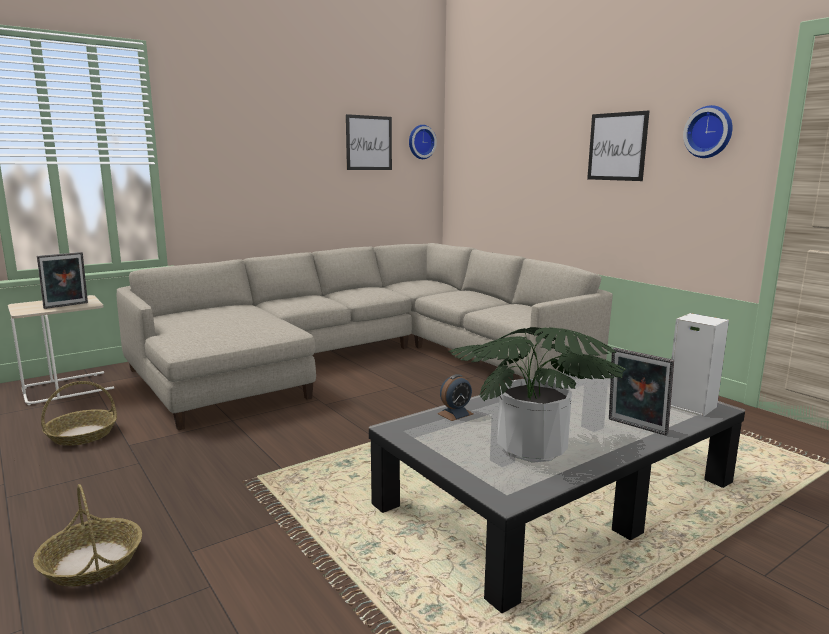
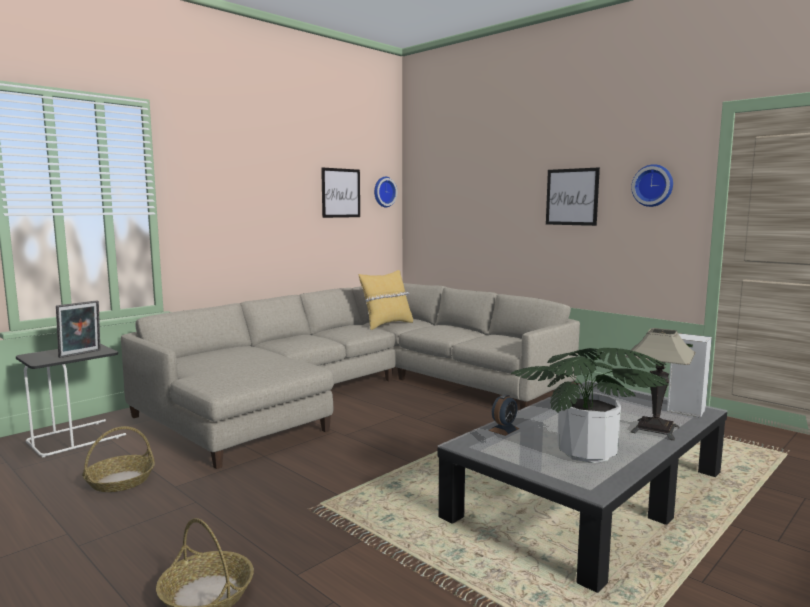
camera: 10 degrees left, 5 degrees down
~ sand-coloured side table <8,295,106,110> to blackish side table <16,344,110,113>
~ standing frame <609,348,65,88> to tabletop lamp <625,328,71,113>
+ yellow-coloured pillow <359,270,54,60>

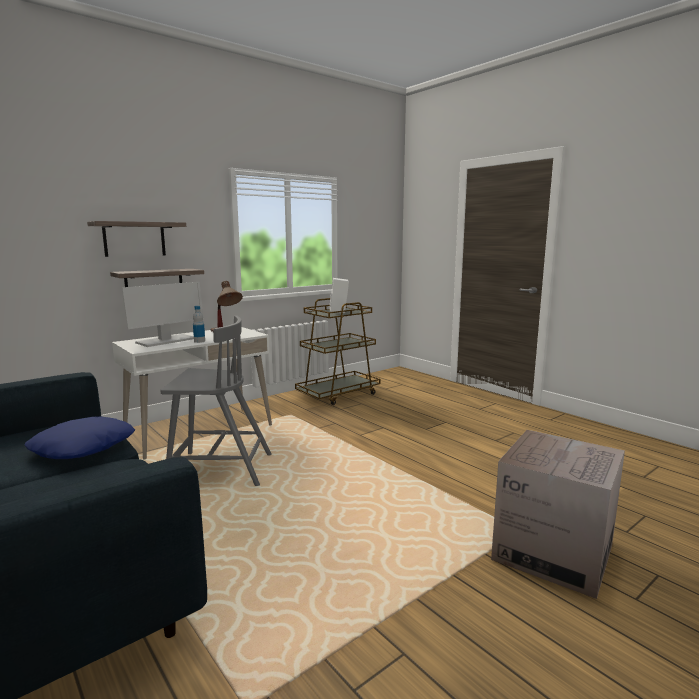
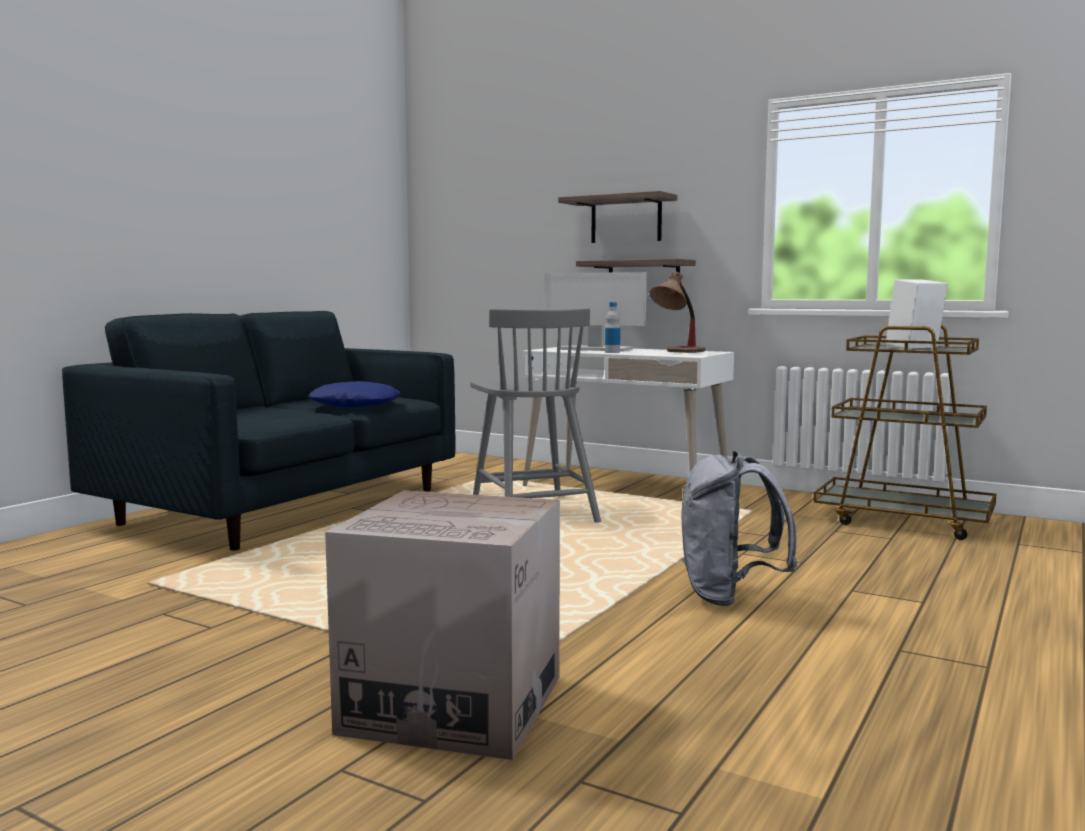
camera: 70 degrees right, 5 degrees down
+ gray rucksack <681,451,117,155>

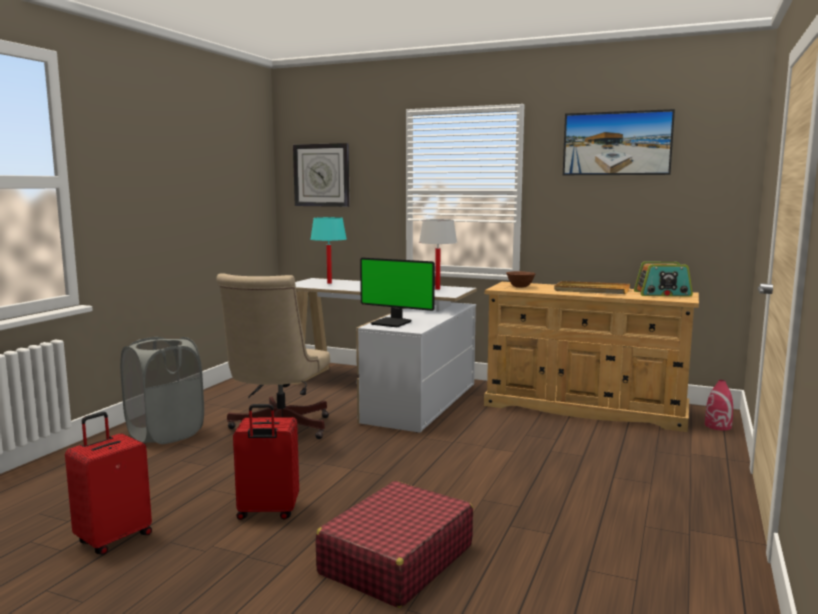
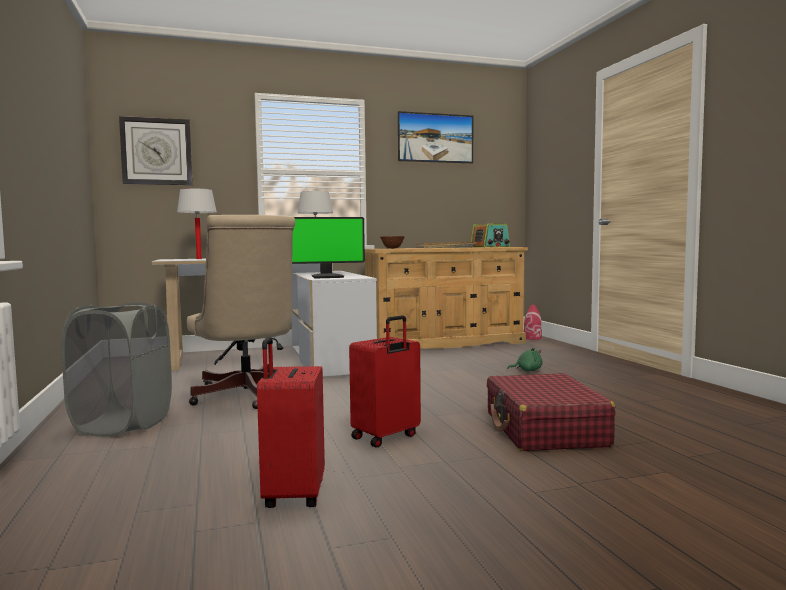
camera: 40 degrees left, 5 degrees down
~ turquoise tabletop lamp <310,217,37,67> to white tabletop lamp <177,188,40,71>
+ greenish plush toy <507,348,36,23>

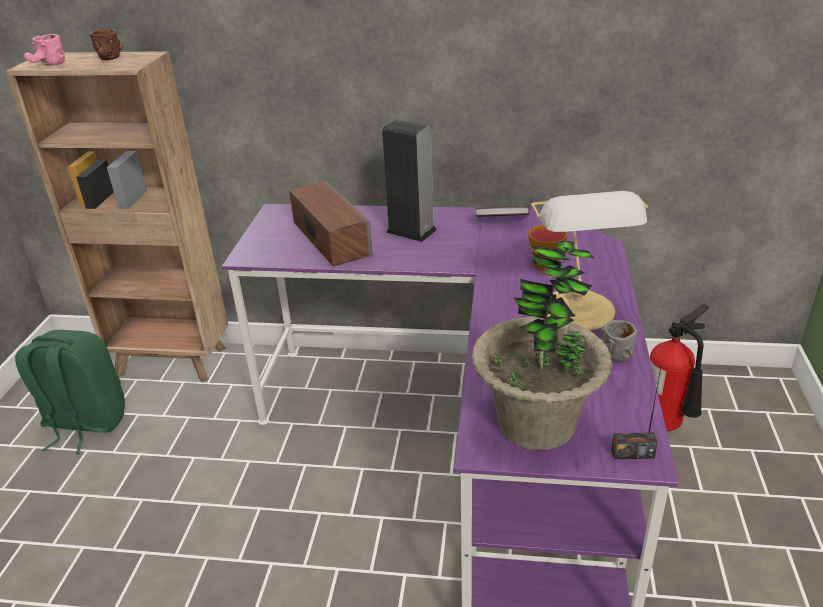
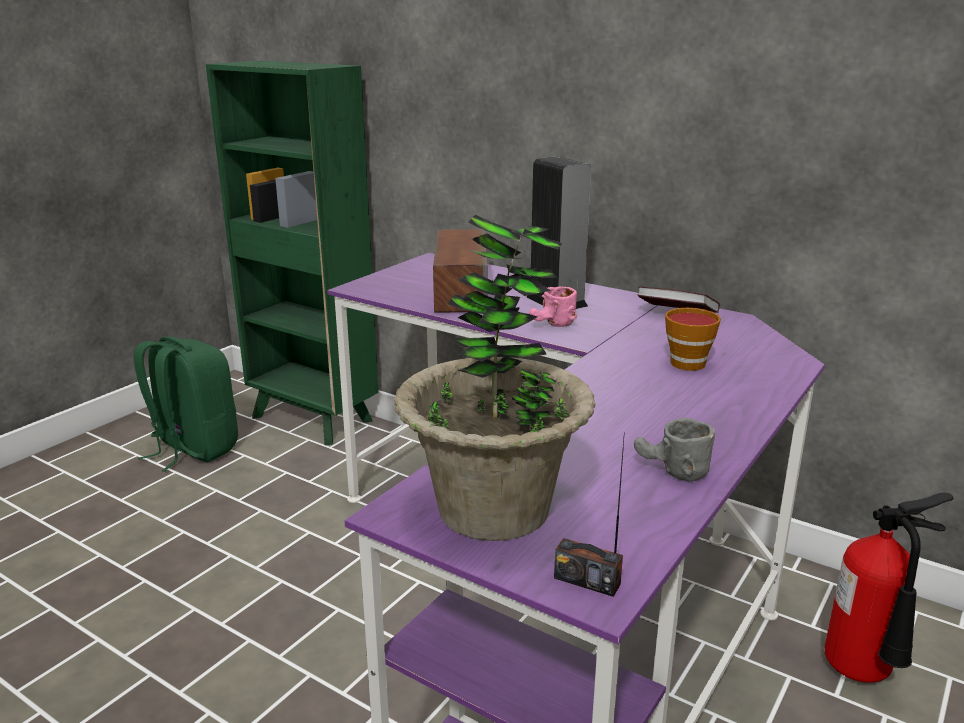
camera: 25 degrees right, 10 degrees down
- brownish coffee mug <89,29,34,31>
~ pink-coloured coffee mug <24,34,41,32> to <529,286,48,41>
~ brownish bookshelf <6,51,222,332> to greenish bookshelf <206,61,173,384>
- tabletop lamp <531,191,117,140>

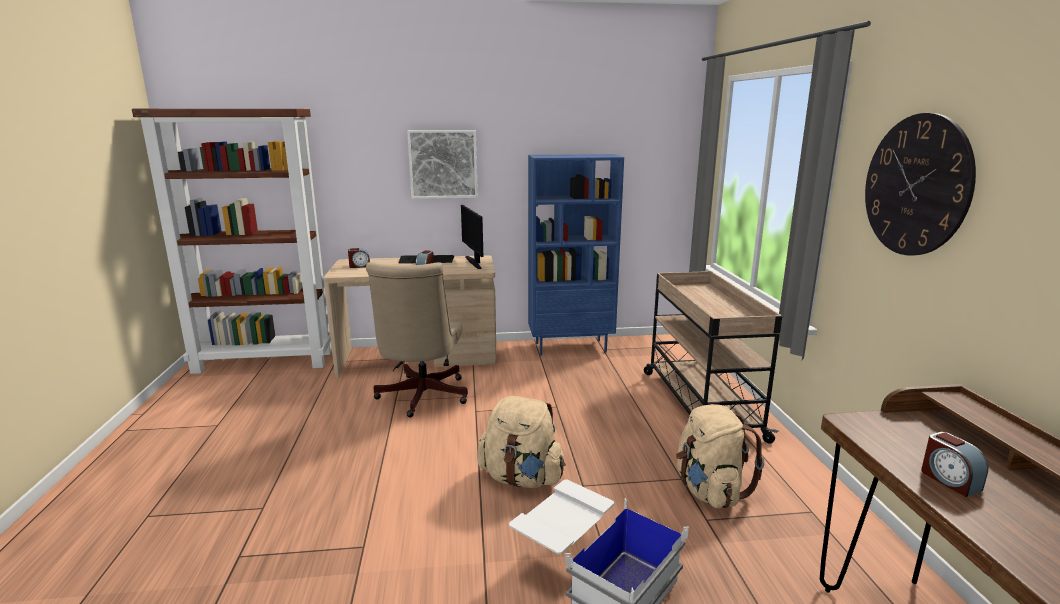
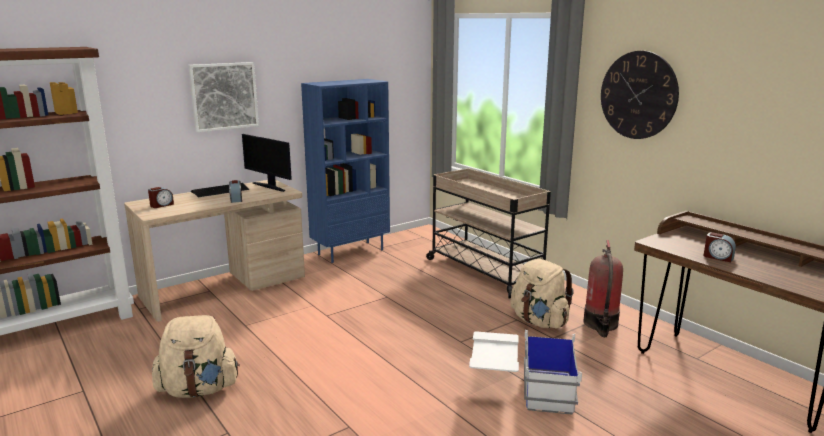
camera: 30 degrees left, 0 degrees up
- sand-coloured computer chair <366,262,102,155>
~ sand-coloured rucksack <478,396,88,92> to <152,315,88,83>
+ fire-fighting cylinder <584,240,39,97>

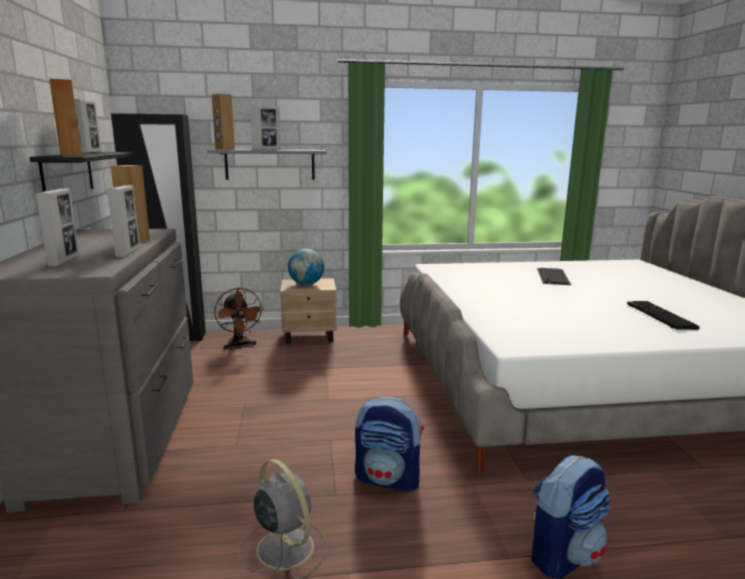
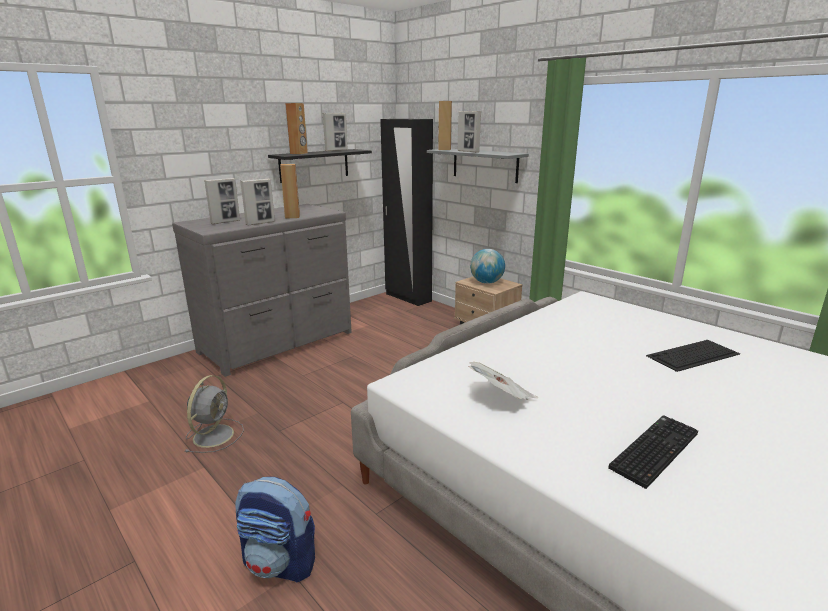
camera: 55 degrees right, 5 degrees up
- brownish fan <214,287,49,62>
- rucksack <355,396,69,96>
+ newspaper <468,362,70,38>

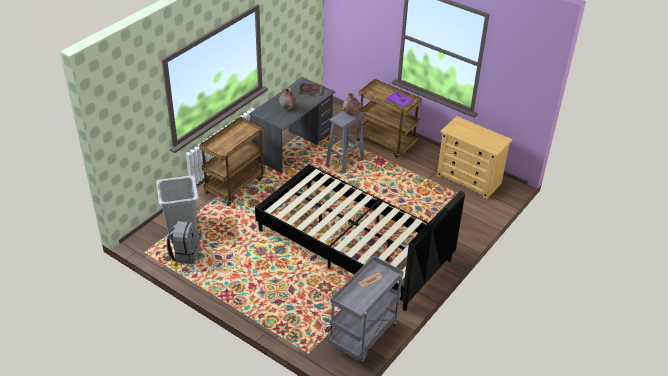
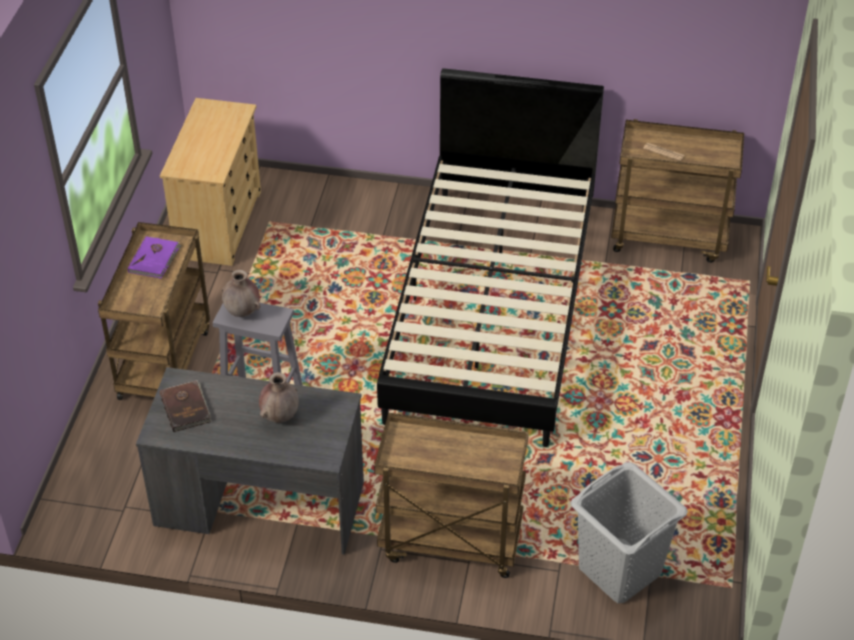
camera: 115 degrees left, 5 degrees up
- gray rucksack <167,221,33,43>
~ gray trolley <329,256,75,107> to brownish trolley <611,119,133,144>

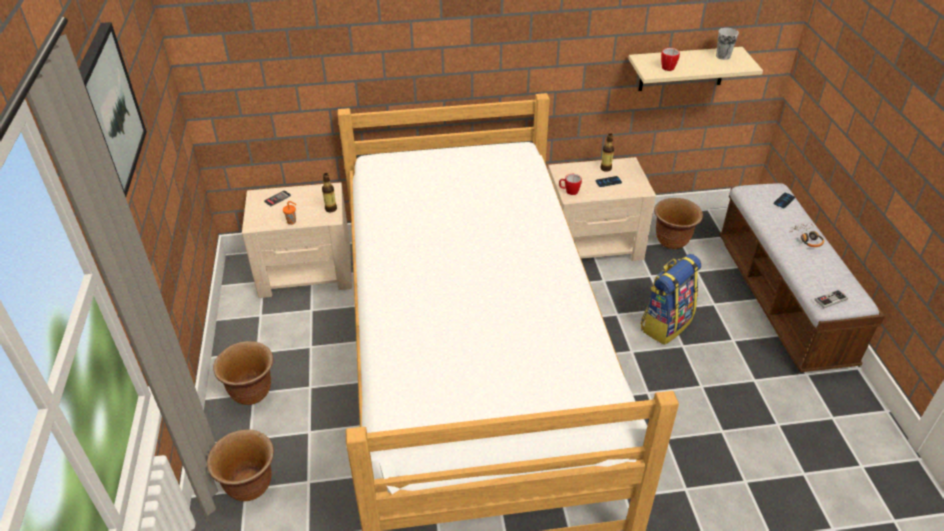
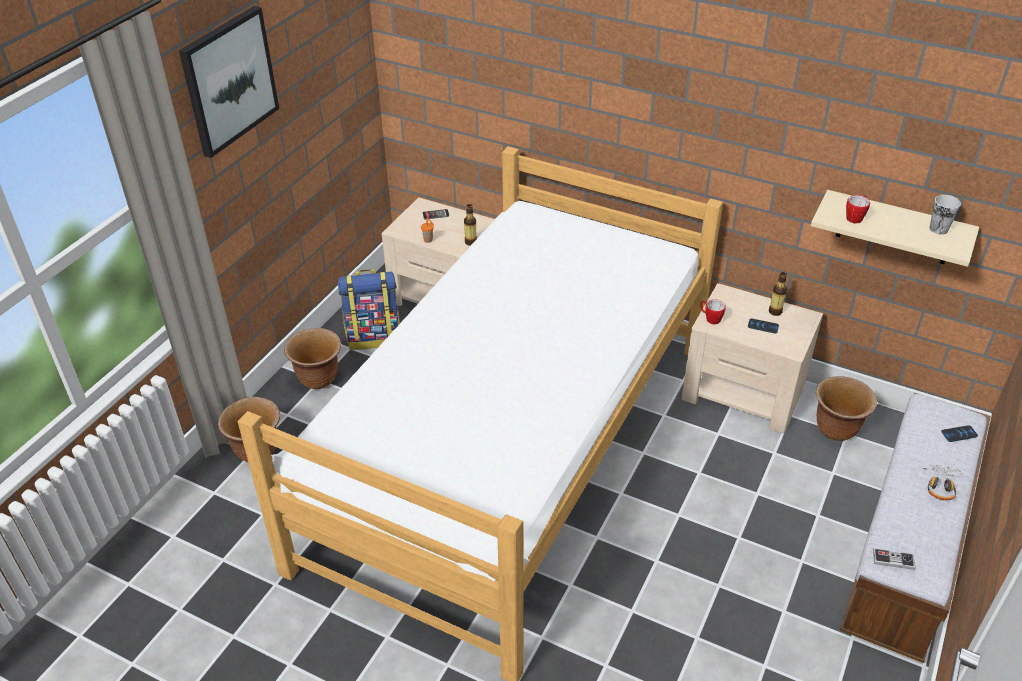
camera: 35 degrees right, 0 degrees up
~ rucksack <641,254,60,91> to <338,269,62,81>

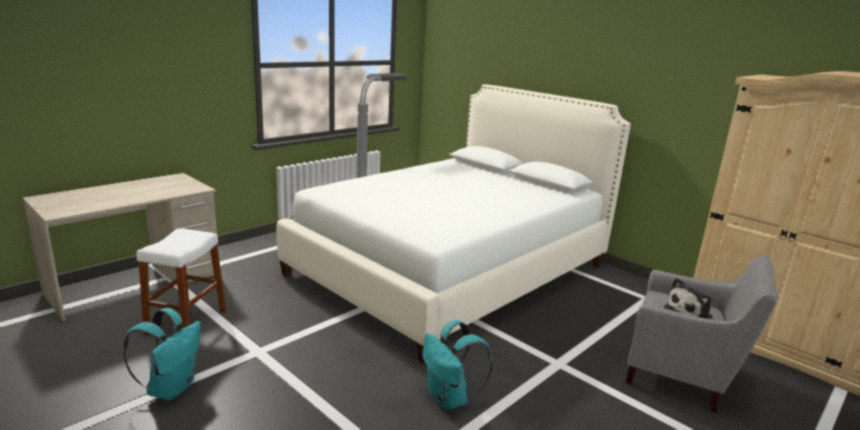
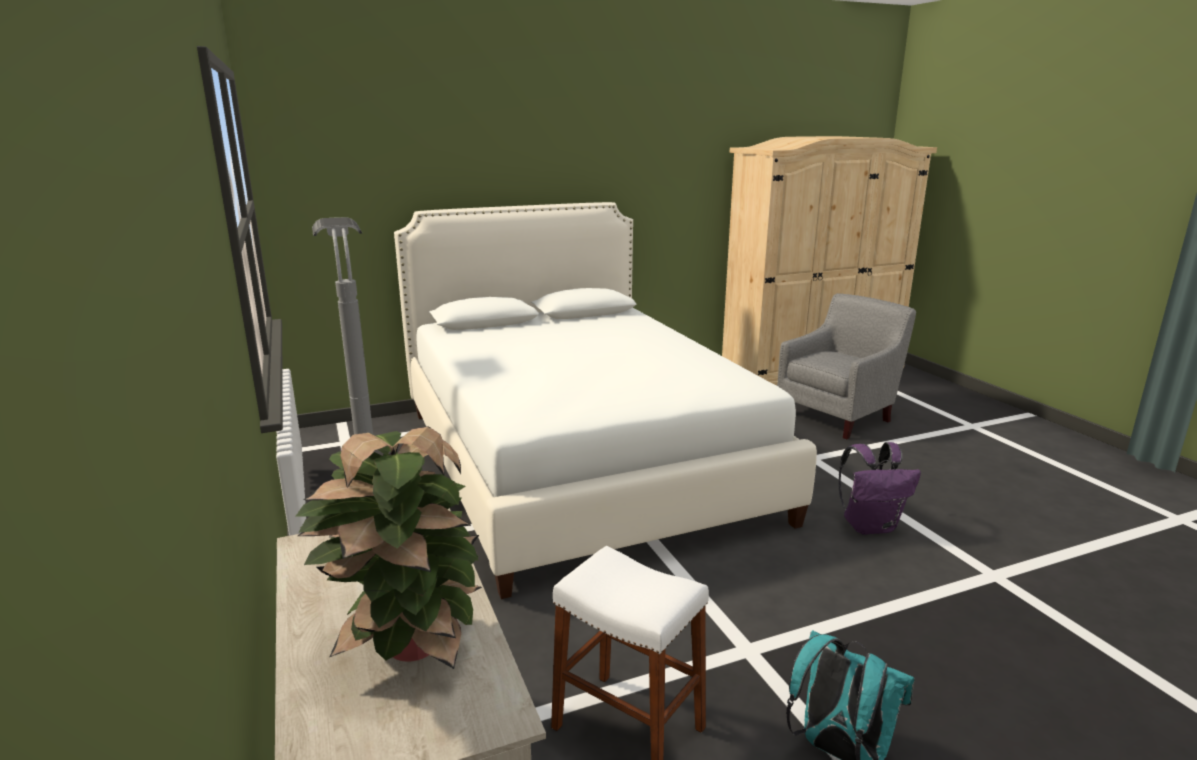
camera: 65 degrees left, 0 degrees up
- plush toy <664,278,49,41>
~ turquoise rucksack <423,320,69,90> to purple rucksack <839,442,82,93>
+ plant in a pot <295,426,187,243>

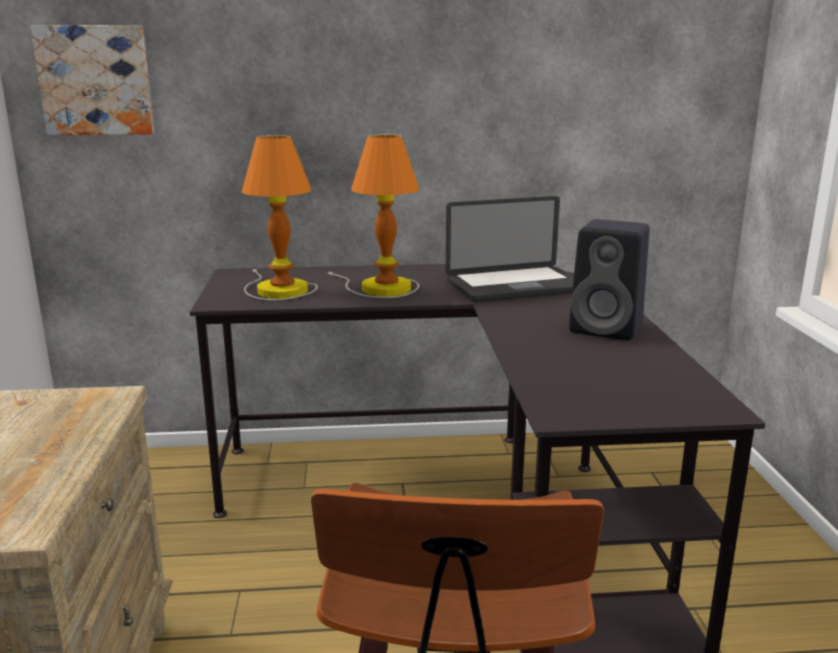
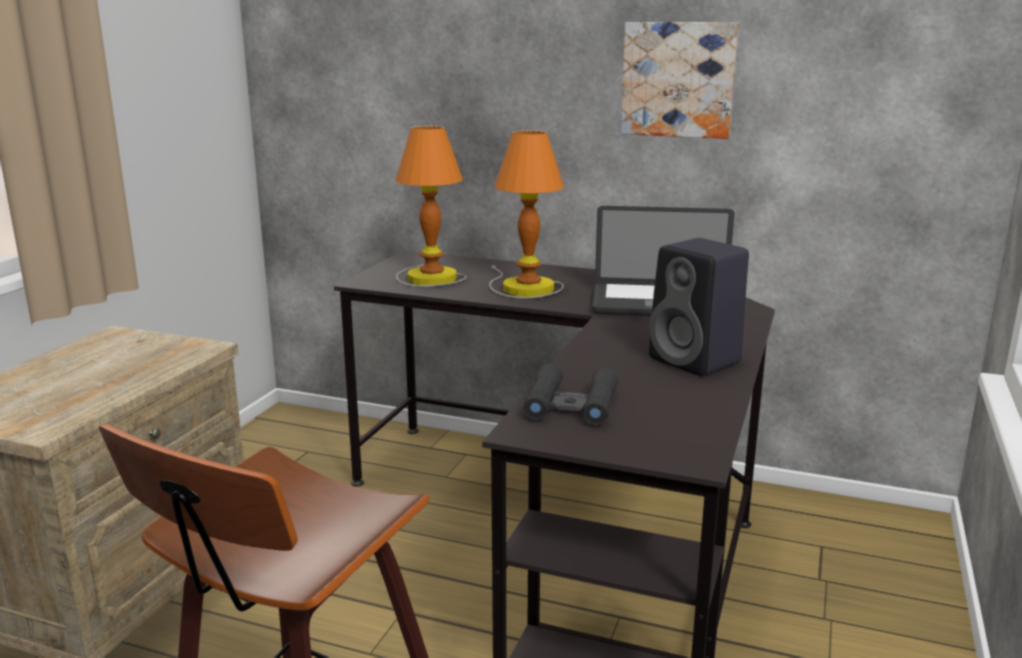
camera: 25 degrees right, 0 degrees up
~ picture <30,25,125,110> to <621,22,118,117>
+ blackish binoculars <524,363,94,62>

